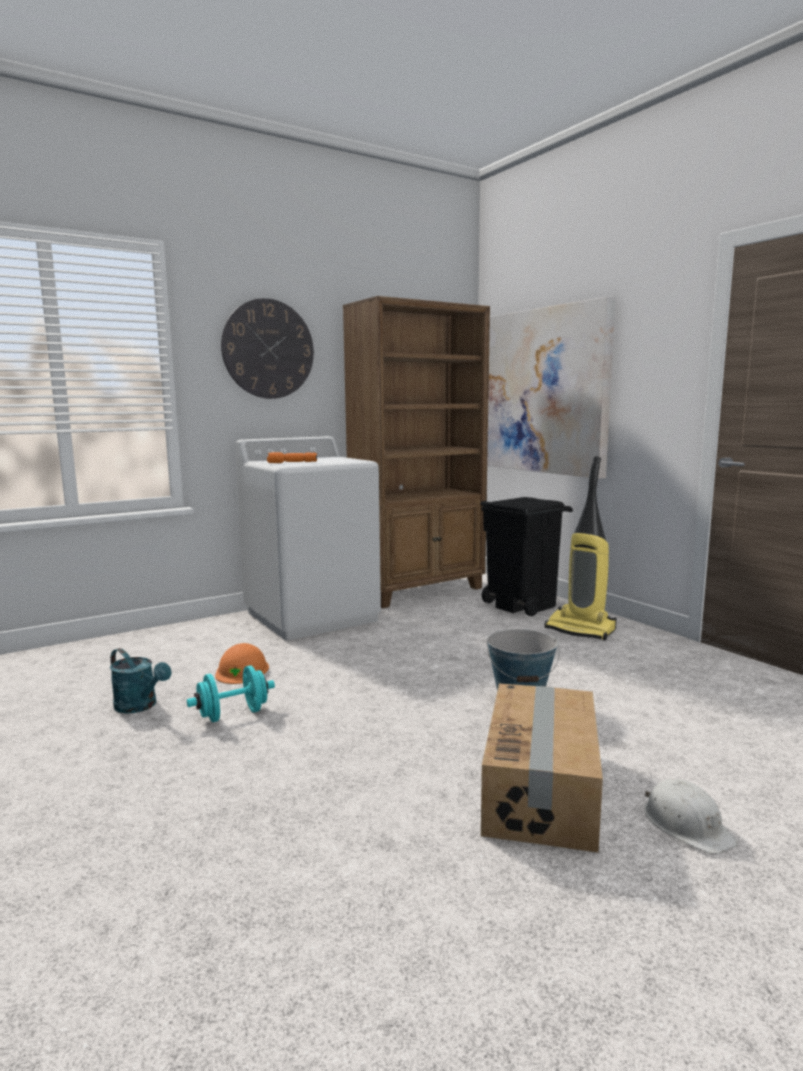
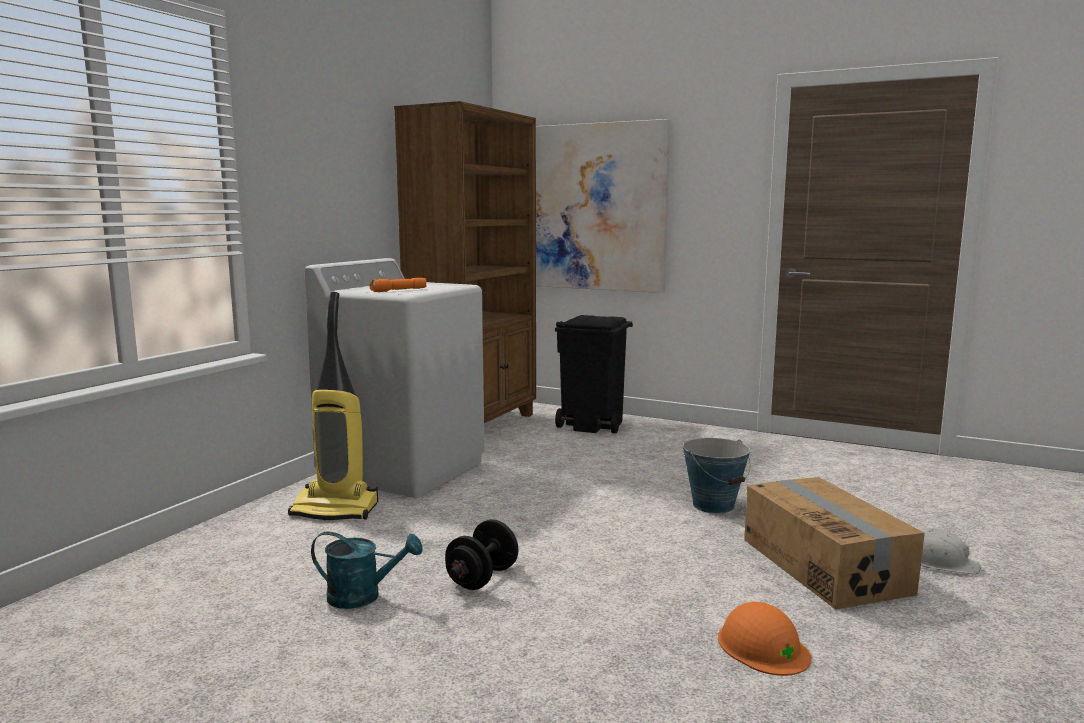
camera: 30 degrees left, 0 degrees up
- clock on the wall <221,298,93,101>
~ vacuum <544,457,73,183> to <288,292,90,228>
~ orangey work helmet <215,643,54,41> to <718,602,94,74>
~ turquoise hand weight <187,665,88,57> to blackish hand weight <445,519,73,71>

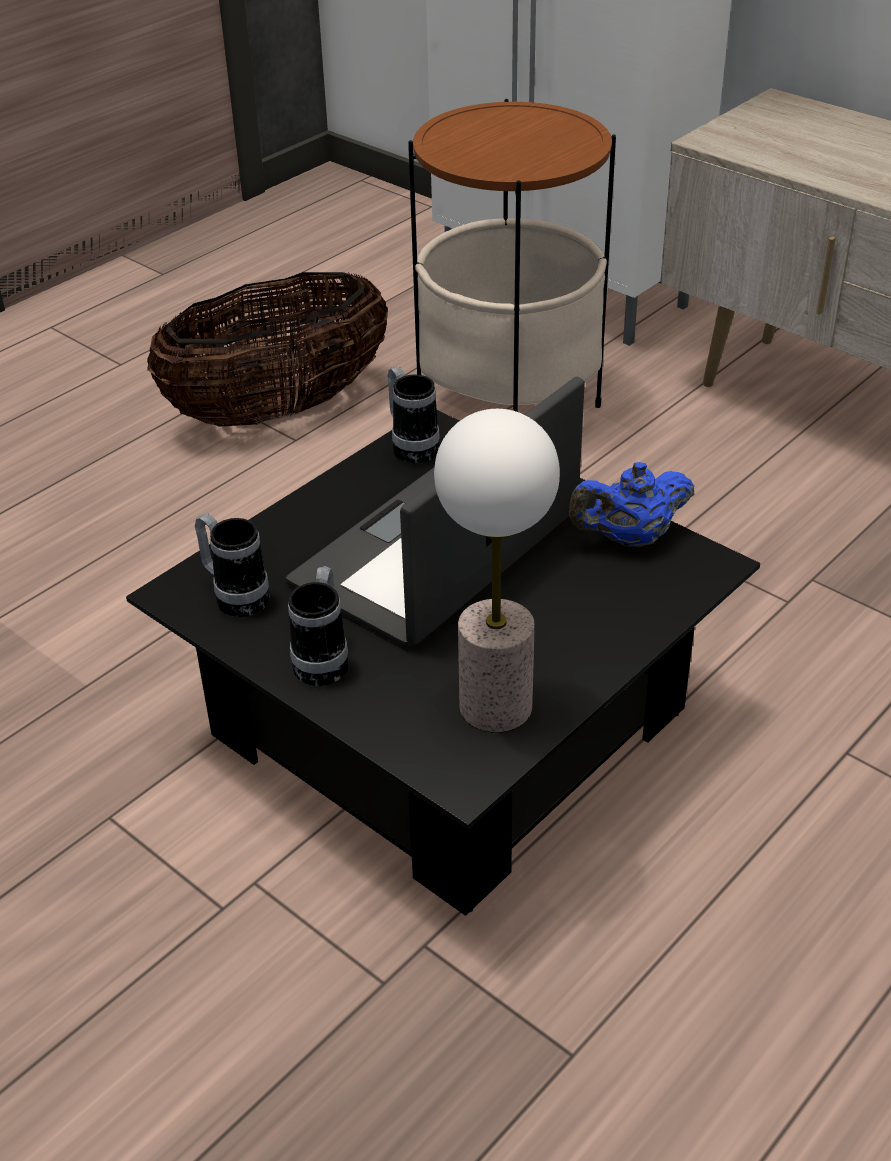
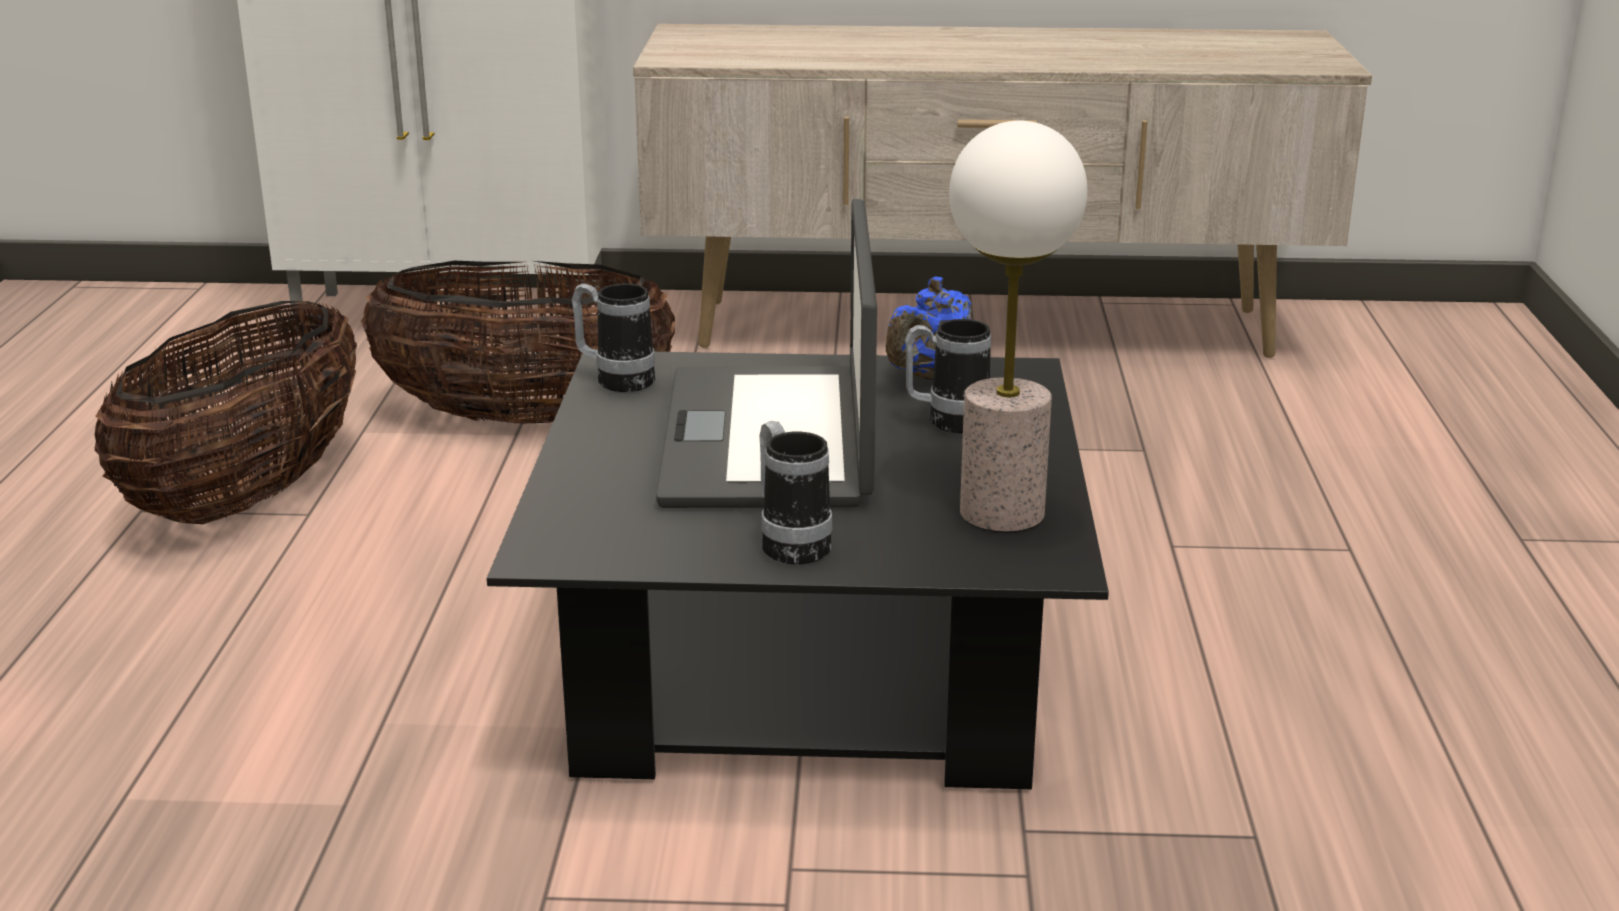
camera: 40 degrees left, 15 degrees down
~ side table <408,99,208,313> to household basket <360,261,315,163>
~ coffee mug <195,514,75,103> to <905,319,86,114>

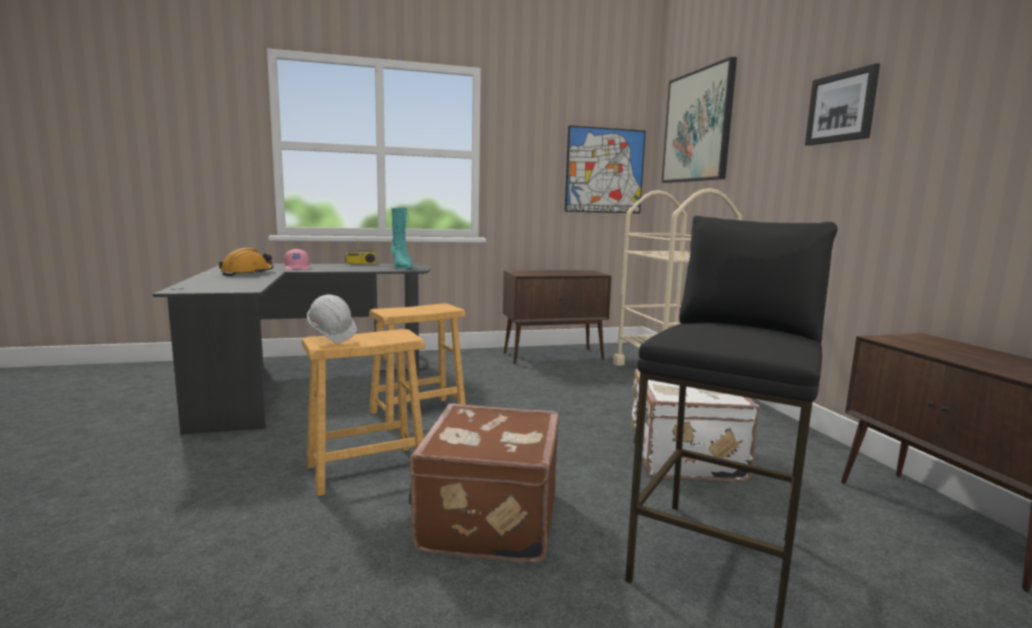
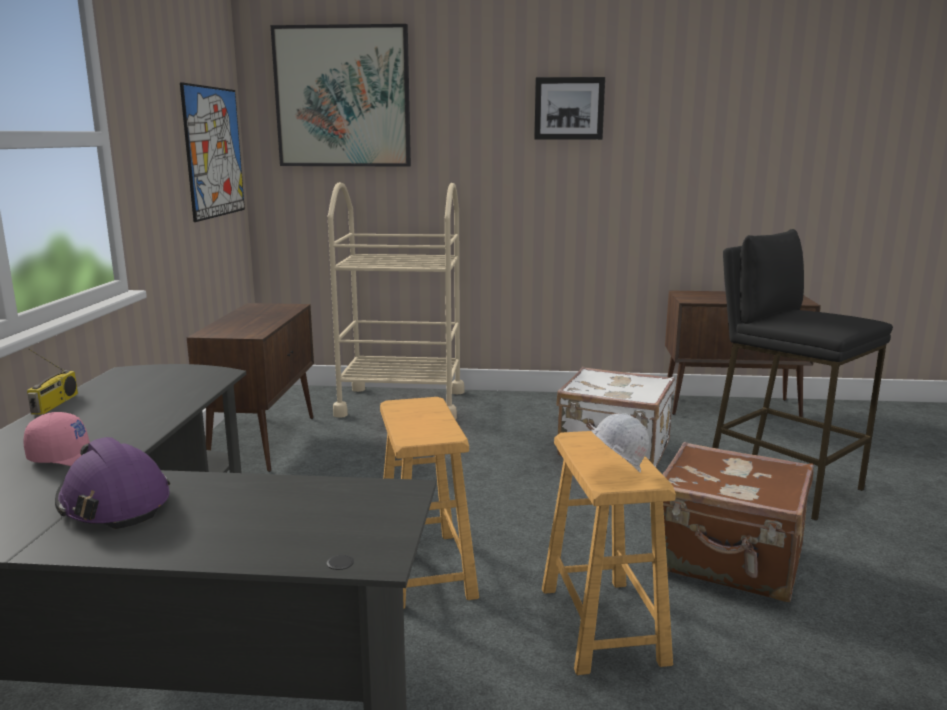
camera: 70 degrees left, 5 degrees up
- turquoise boot <391,207,22,62>
~ orangey work helmet <219,248,55,28> to purple work helmet <55,437,115,92>

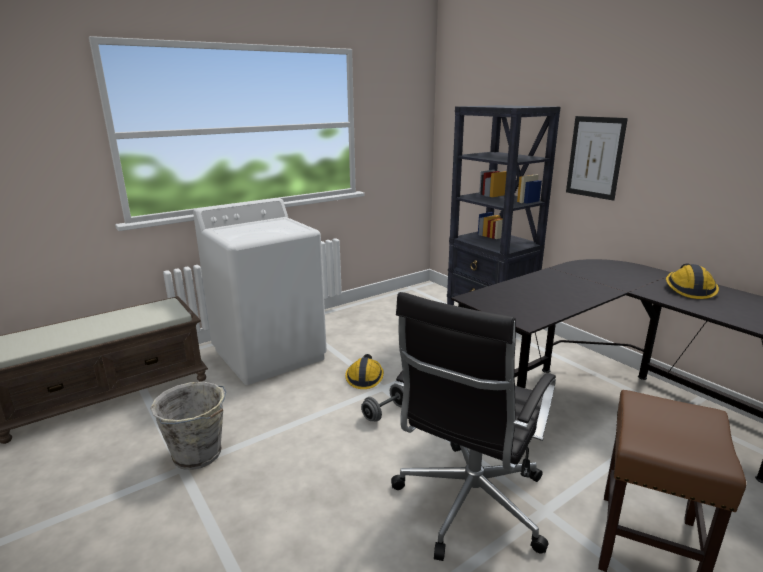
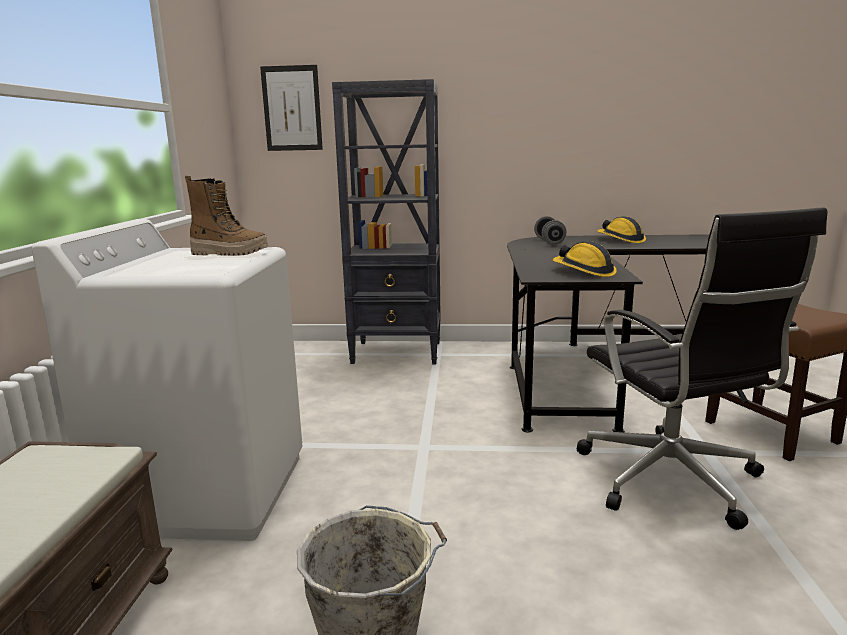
camera: 50 degrees left, 5 degrees down
~ picture <566,116,62,85> to <260,65,63,86>
~ work helmet <345,354,39,35> to <553,241,64,36>
~ gray hand weight <361,384,43,38> to <534,216,32,29>
+ boot <185,176,83,80>

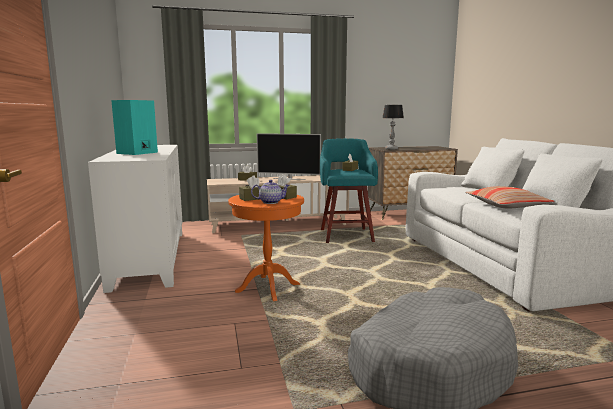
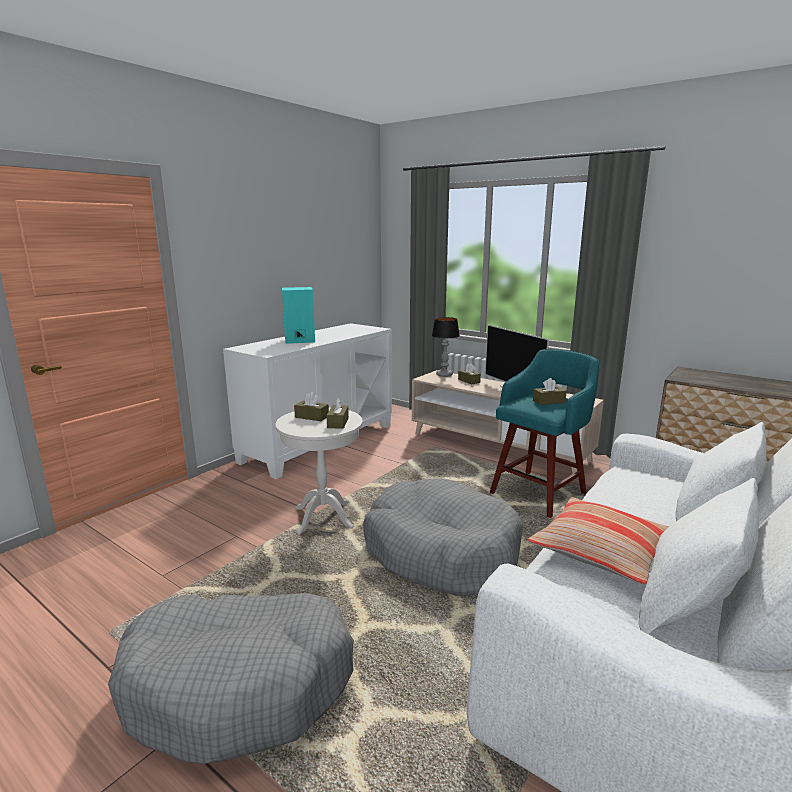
camera: 50 degrees right, 5 degrees up
~ tabletop lamp <382,105,22,45> to <432,317,28,60>
- pot for tea <251,180,39,24>
~ orangey side table <228,195,76,106> to white side table <275,408,88,126>
+ gray dog cushion <363,479,160,117>

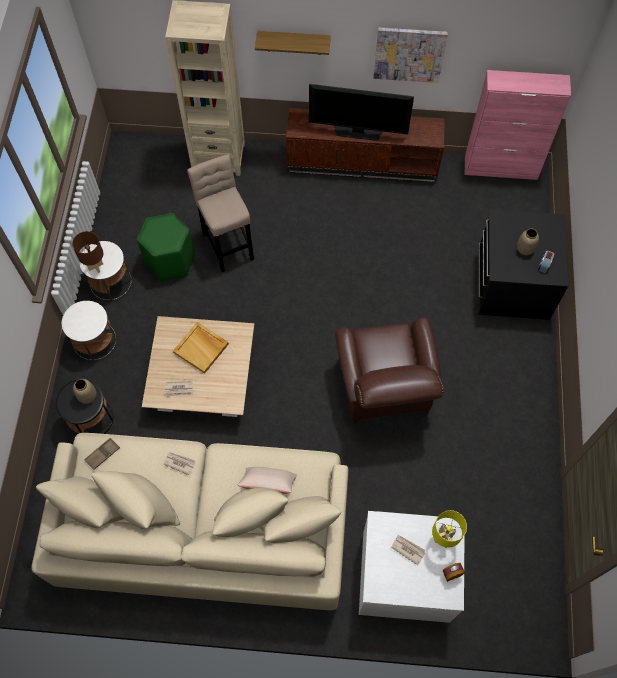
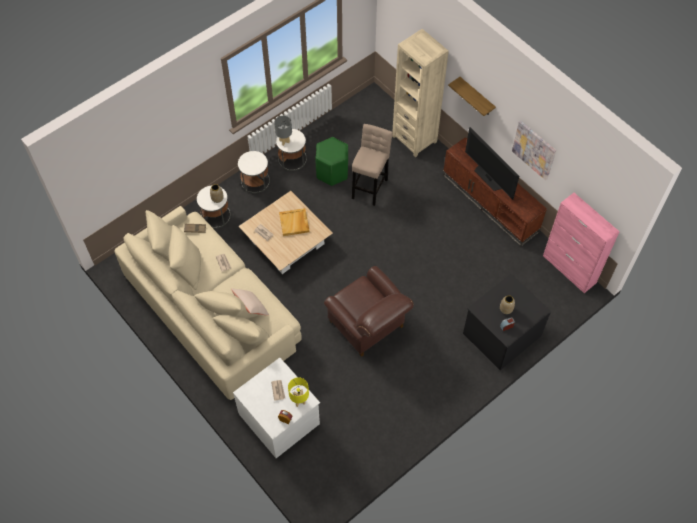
camera: 45 degrees right, 5 degrees down
~ brownish tabletop lamp <72,231,31,42> to gray tabletop lamp <274,116,18,30>
~ brownish easy chair <335,317,109,107> = <324,266,90,91> 75 degrees counterclockwise
~ blackish side table <56,379,57,57> to white side table <197,185,34,43>

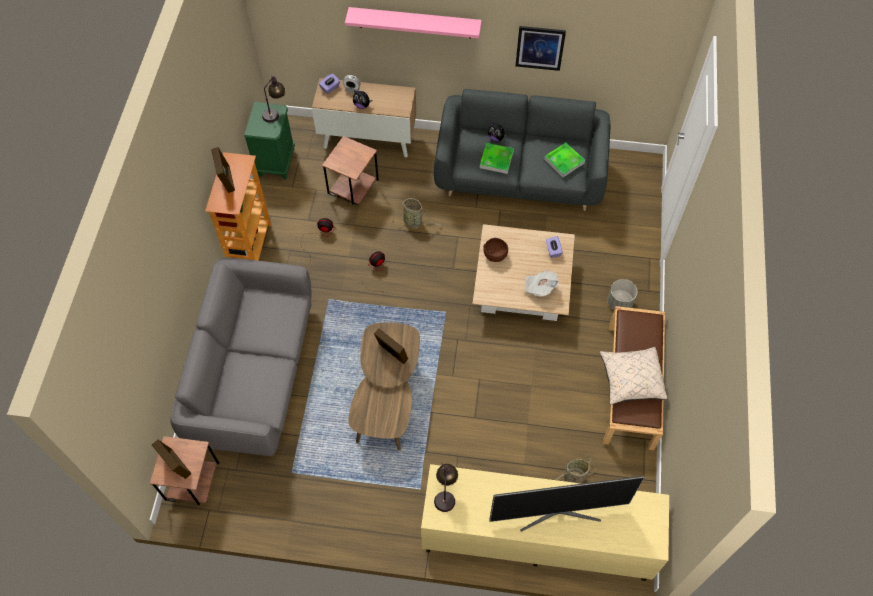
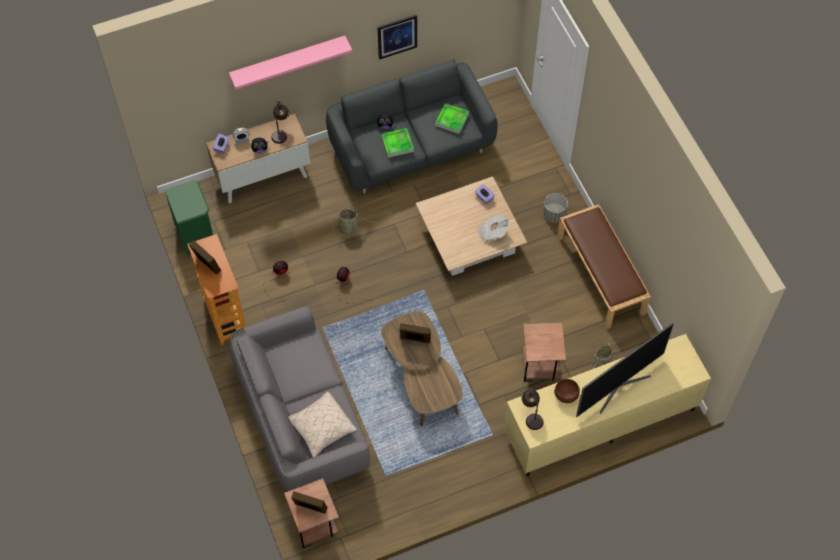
camera: 30 degrees left, 0 degrees up
~ tabletop lamp <262,76,24,47> to <271,101,18,43>
~ brownish side table <322,136,57,69> to <523,322,43,60>
~ brownish bowl <483,238,25,24> to <554,379,26,24>
~ sand-coloured pillow <600,347,68,57> to <289,391,68,66>

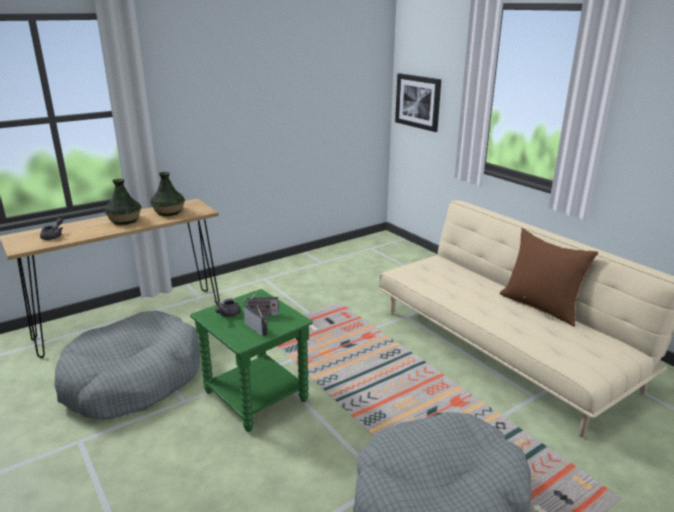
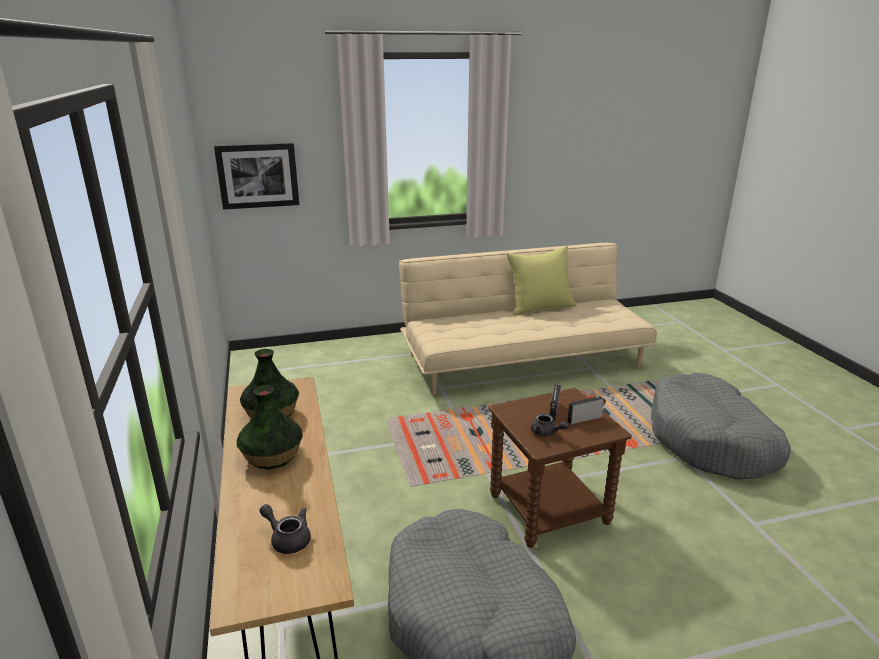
camera: 70 degrees left, 0 degrees up
~ brownish pillow <500,228,98,98> to yellow-coloured pillow <506,245,71,70>
~ greenish side table <190,289,123,143> to brownish side table <488,388,144,160>

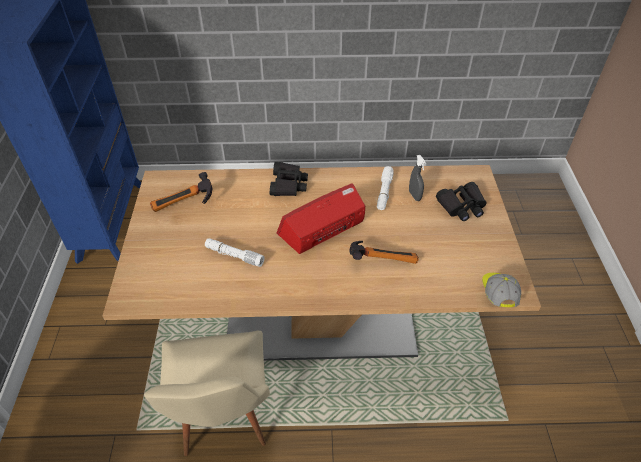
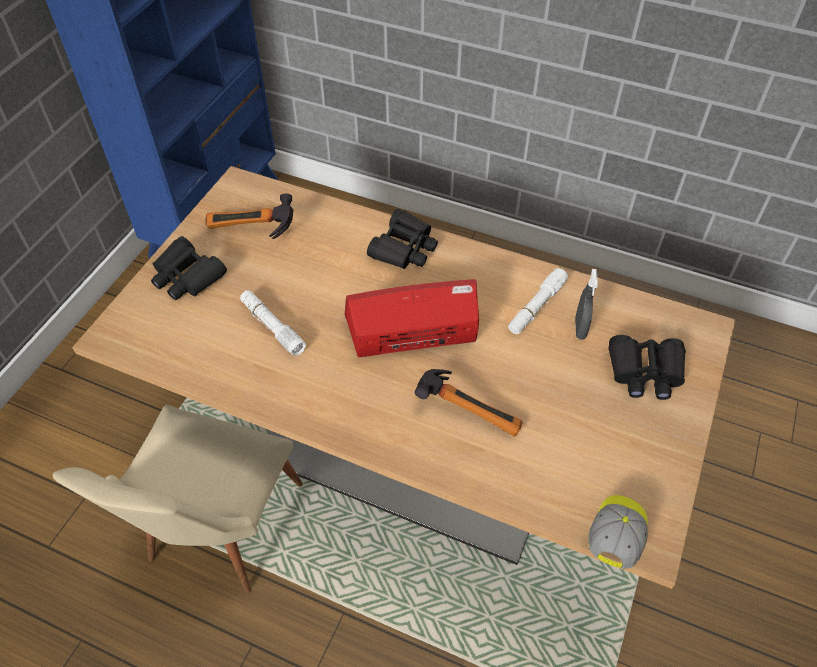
camera: 25 degrees right, 5 degrees up
+ blackish binoculars <151,236,76,64>

